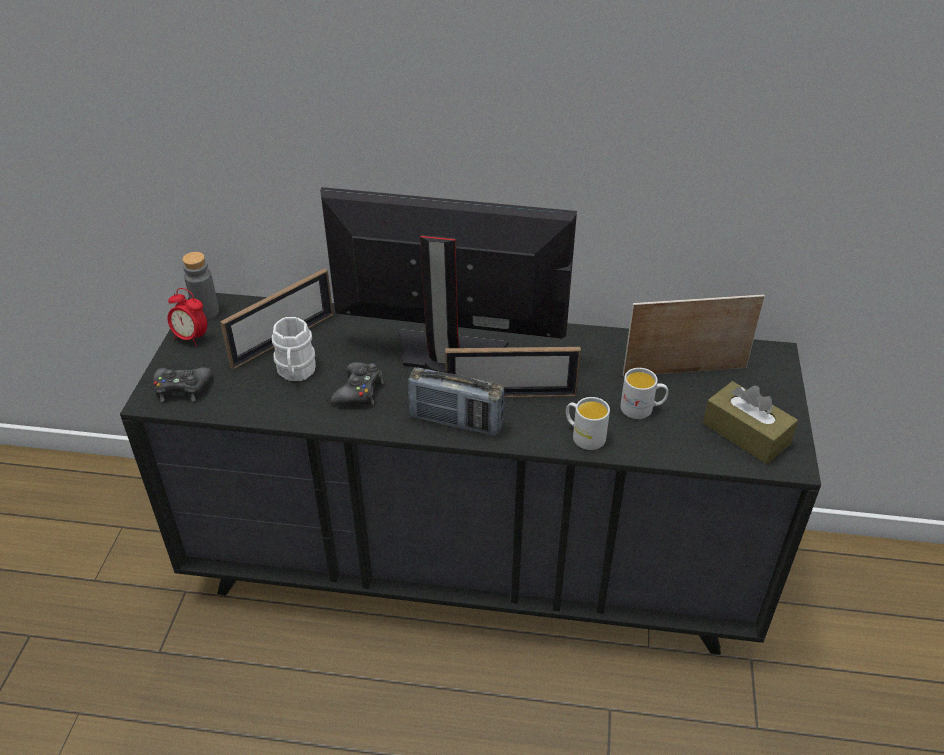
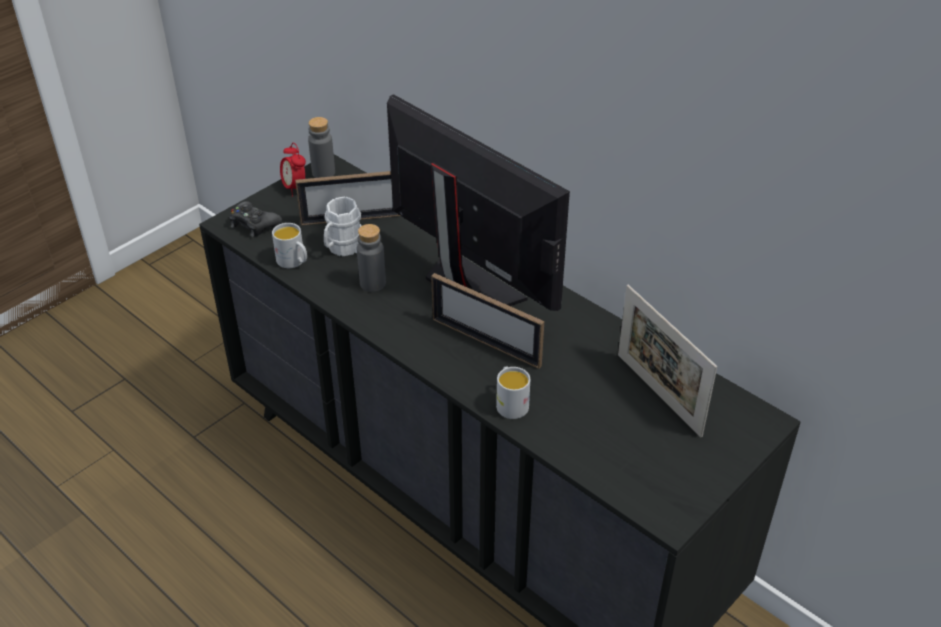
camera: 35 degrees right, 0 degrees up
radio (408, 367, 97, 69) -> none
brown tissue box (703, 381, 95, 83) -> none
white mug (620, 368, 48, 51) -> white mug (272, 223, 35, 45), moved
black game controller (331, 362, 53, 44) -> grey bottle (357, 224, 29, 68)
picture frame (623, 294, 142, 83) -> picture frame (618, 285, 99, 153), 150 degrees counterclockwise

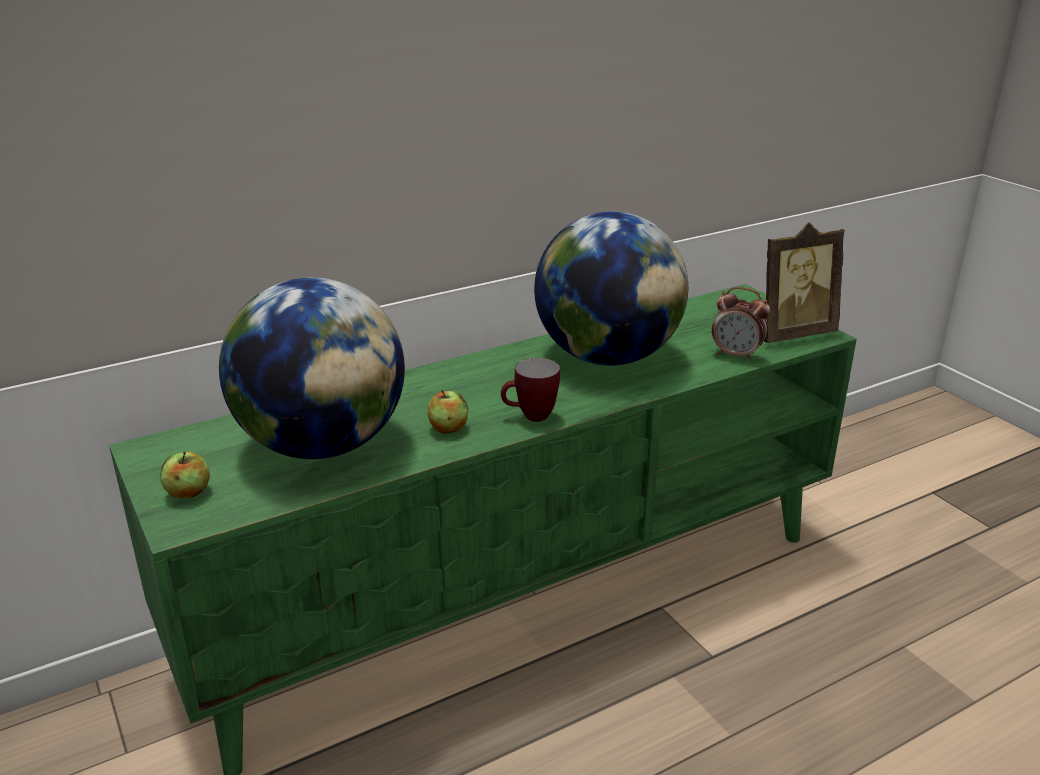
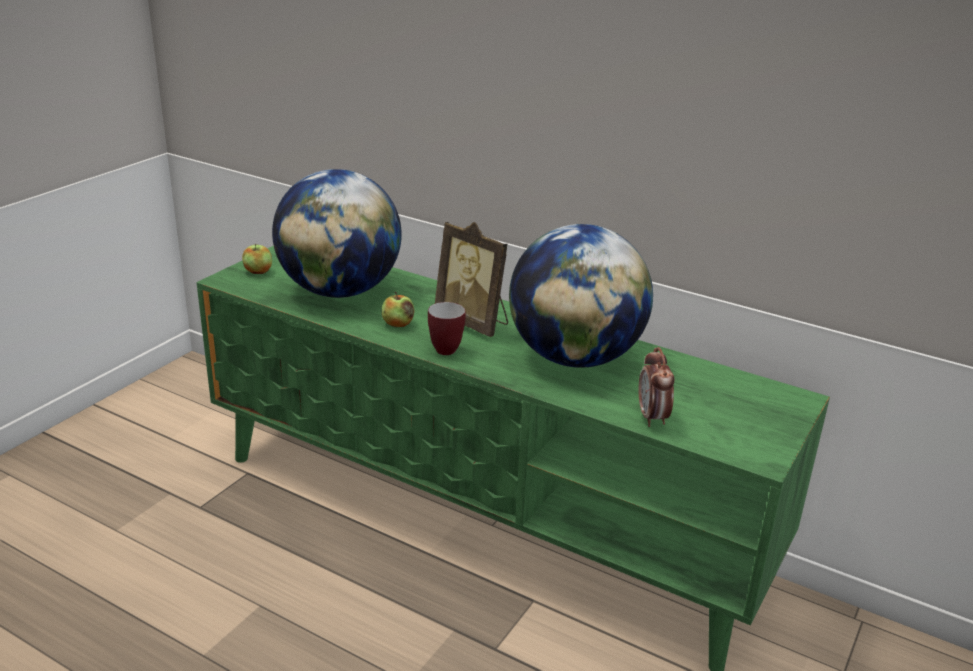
camera: 60 degrees right, 0 degrees up
picture frame (764, 223, 81, 120) -> picture frame (435, 222, 73, 115), moved

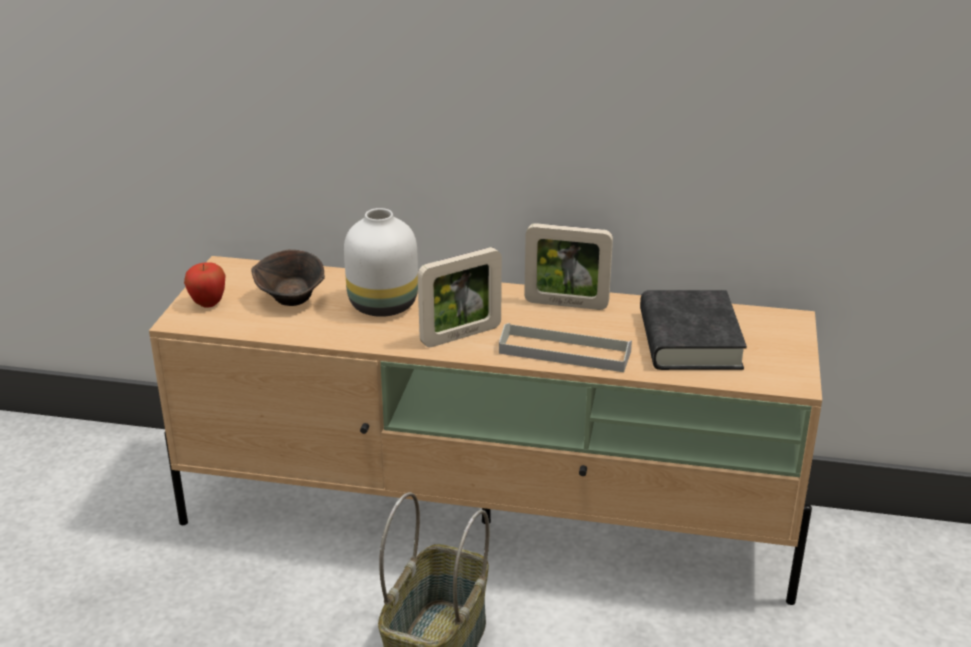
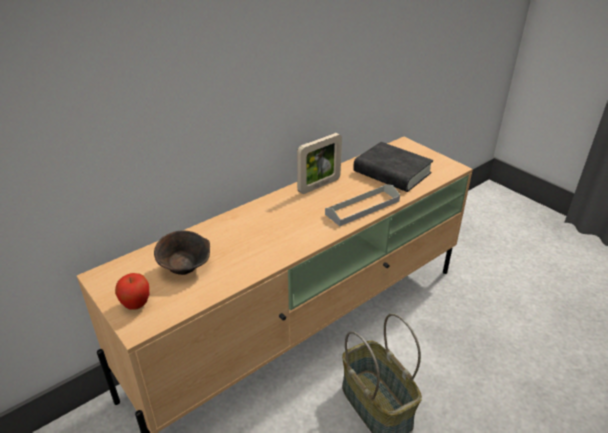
camera: 50 degrees left, 5 degrees up
white vase (344, 208, 74, 109) -> none
picture frame (418, 247, 84, 100) -> none

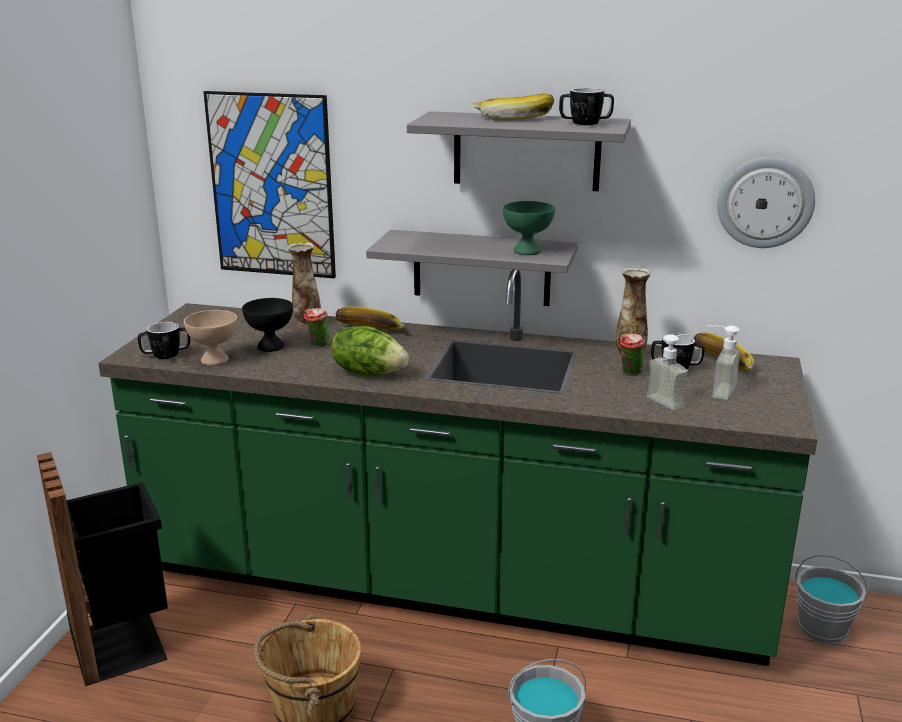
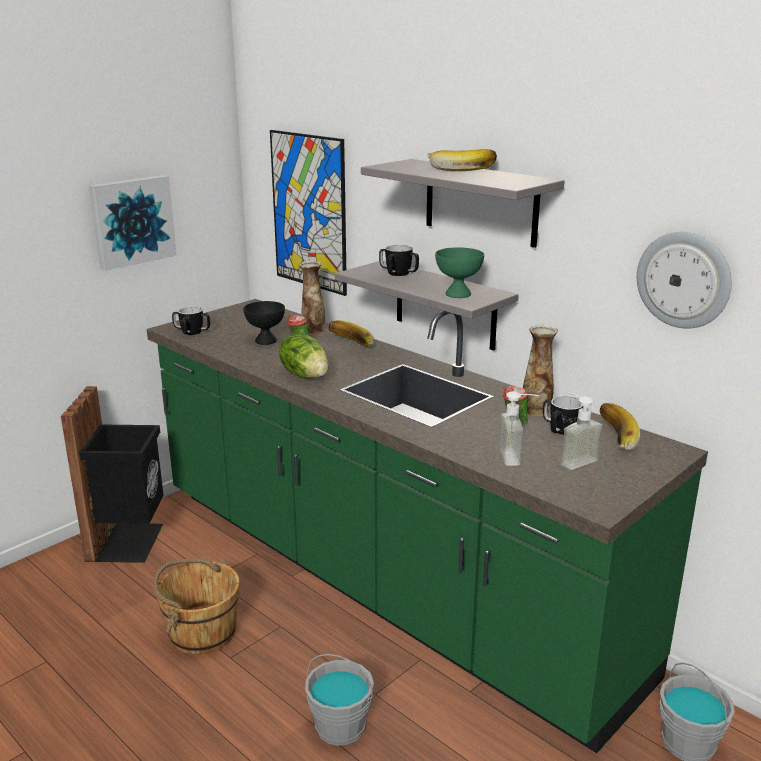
camera: 30 degrees right, 0 degrees up
beige bowl (184, 310, 53, 56) -> none
none -> picture (89, 175, 87, 96)
mug (559, 88, 55, 37) -> mug (379, 245, 40, 31), moved

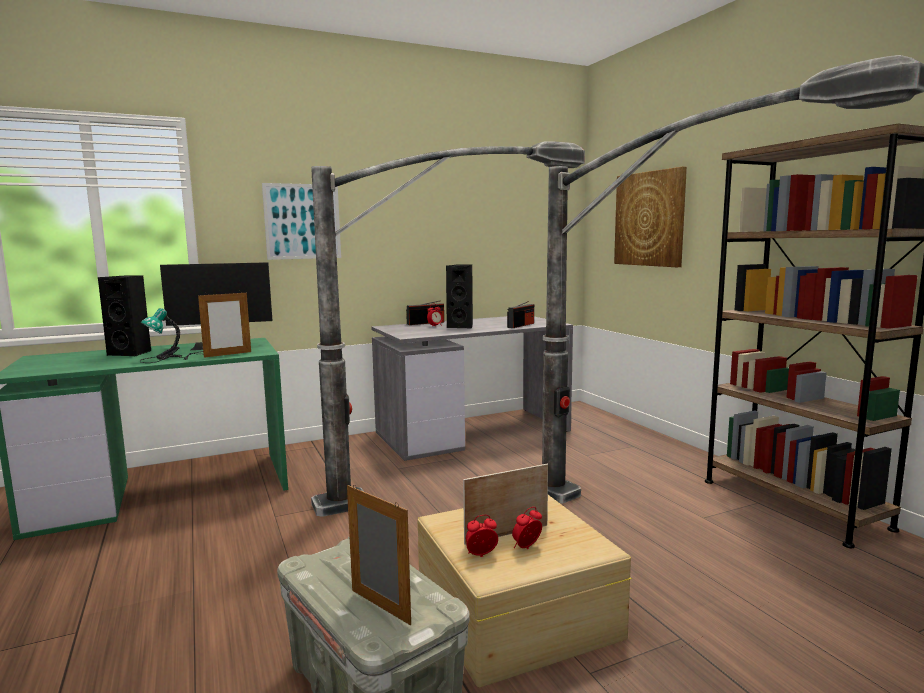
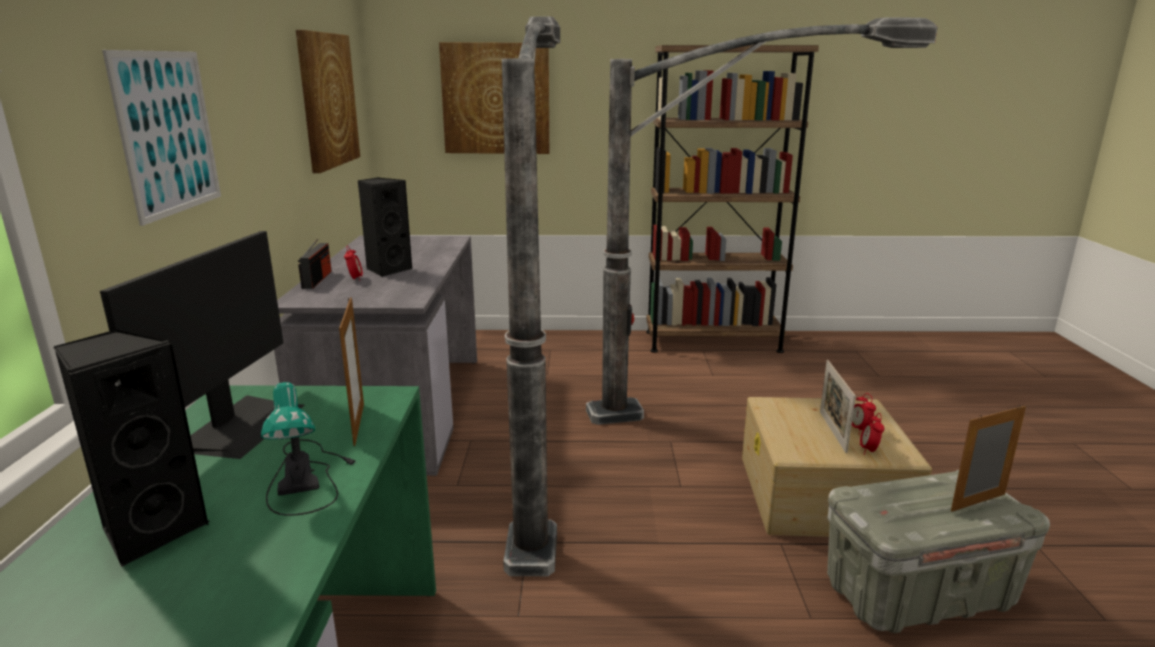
camera: 65 degrees left, 10 degrees up
radio (507, 301, 27, 27) -> none
none -> picture (296, 30, 64, 143)

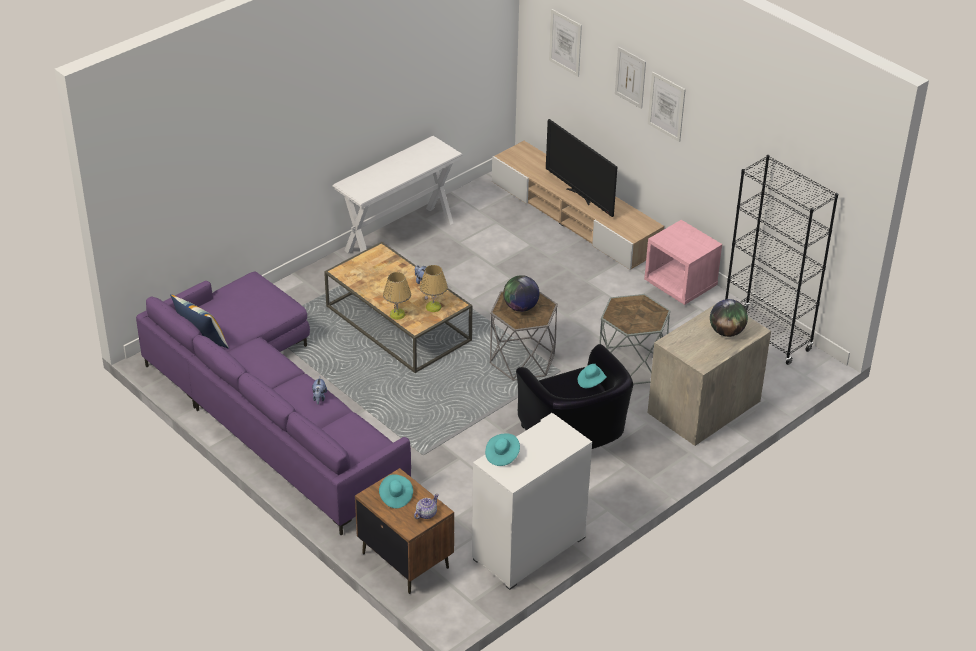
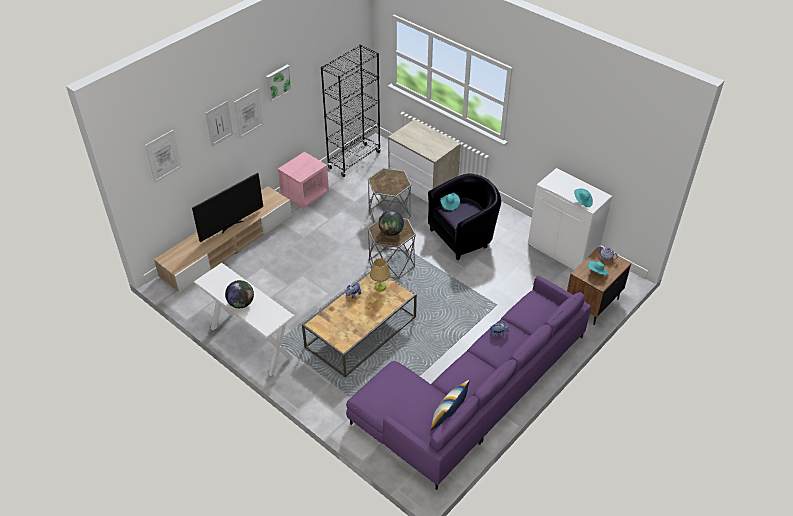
camera: 95 degrees left, 5 degrees up
table lamp (383, 272, 28, 48) -> none
none -> picture (266, 65, 26, 37)
globe (710, 299, 38, 38) -> globe (225, 280, 29, 28), moved

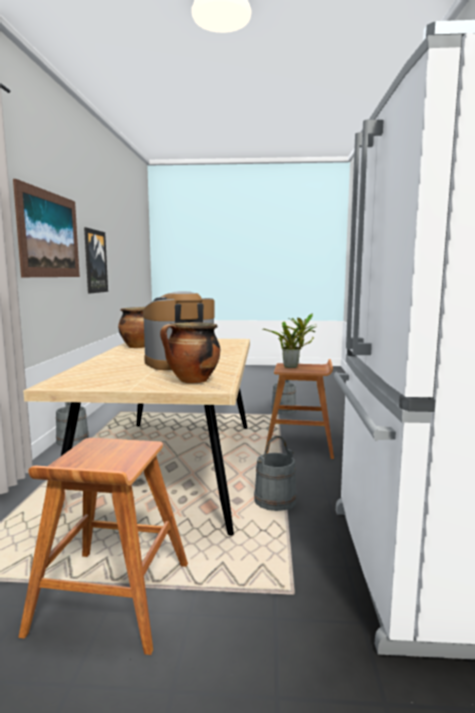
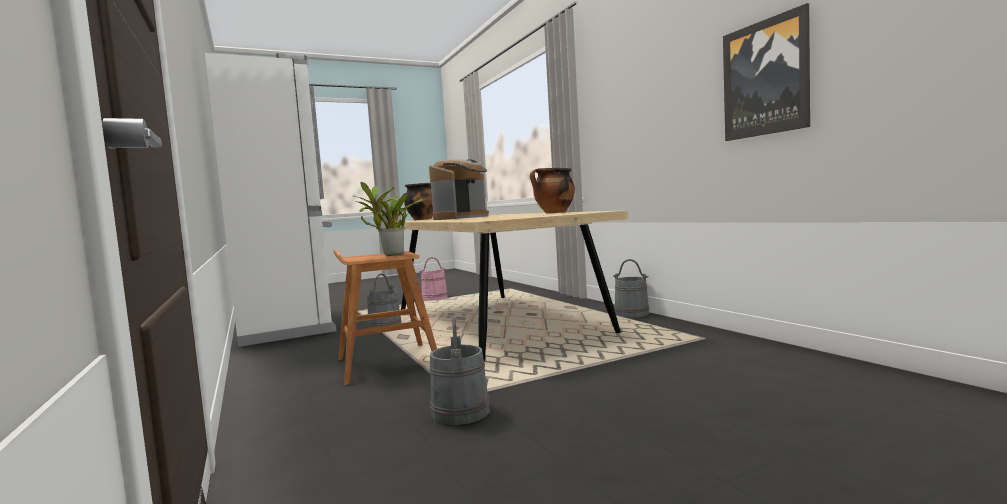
camera: 150 degrees right, 5 degrees down
picture (13, 179, 67, 98) -> none
brown stool (18, 438, 170, 217) -> pink bucket (419, 257, 29, 44)

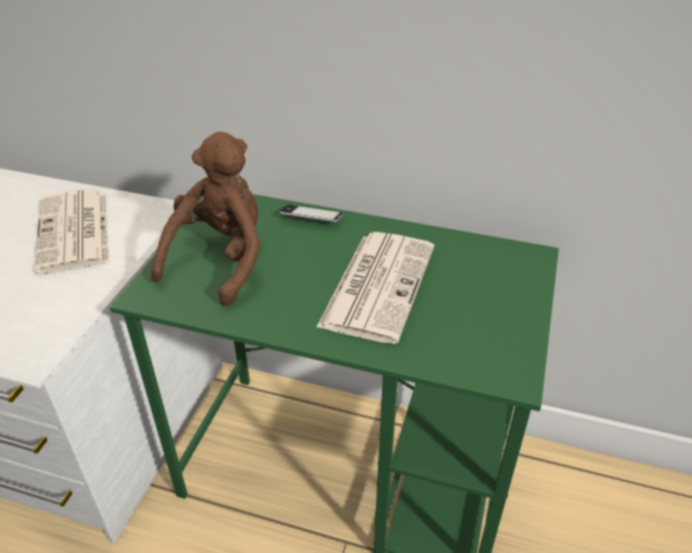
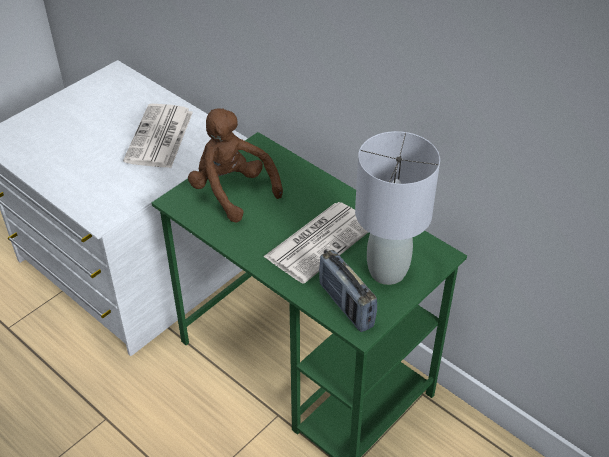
camera: 25 degrees right, 5 degrees up
phone (279, 205, 64, 17) -> none
none -> radio (319, 250, 58, 82)
none -> grey table lamp (355, 131, 85, 154)
brown plush toy (151, 132, 109, 174) -> brown plush toy (188, 108, 95, 114), 90 degrees counterclockwise

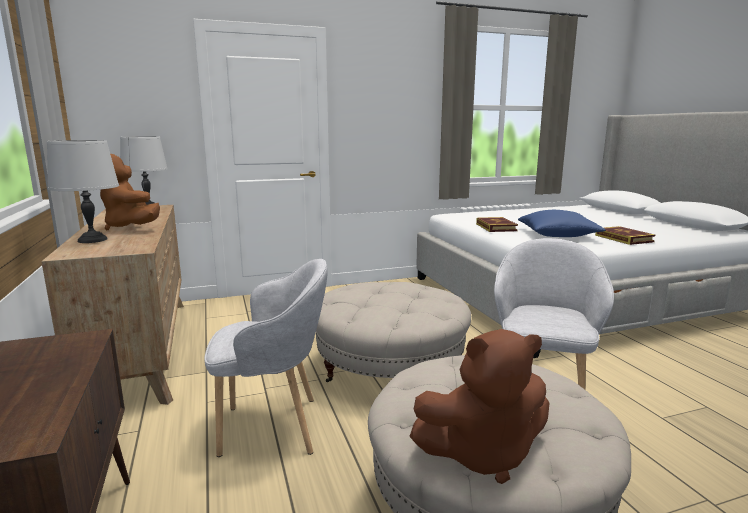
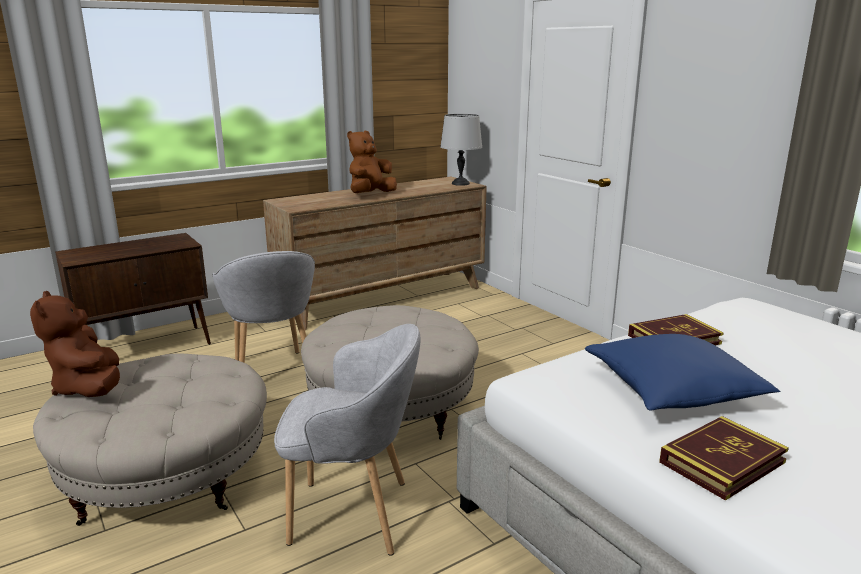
camera: 75 degrees right, 5 degrees up
grey table lamp (47, 140, 72, 103) -> none

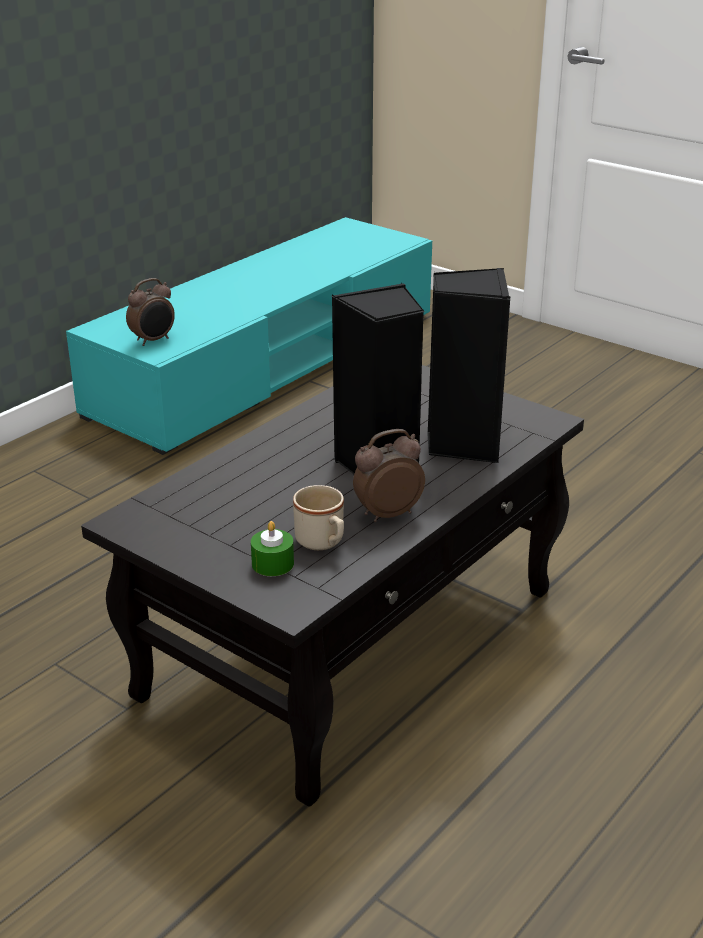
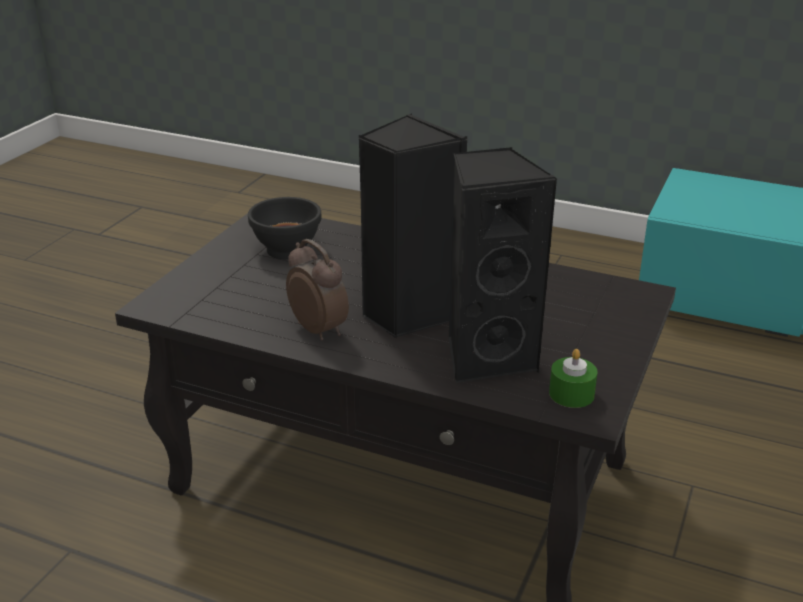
camera: 75 degrees right, 0 degrees up
alarm clock (126, 278, 49, 68) -> none
beige mug (293, 485, 51, 65) -> none
none -> black bowl (248, 197, 74, 62)
green candle (251, 521, 43, 55) -> green candle (549, 349, 49, 59), moved

